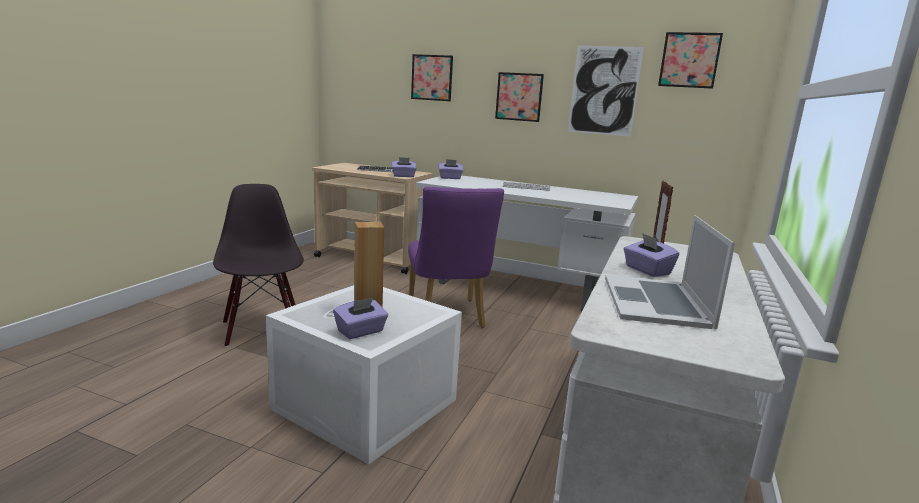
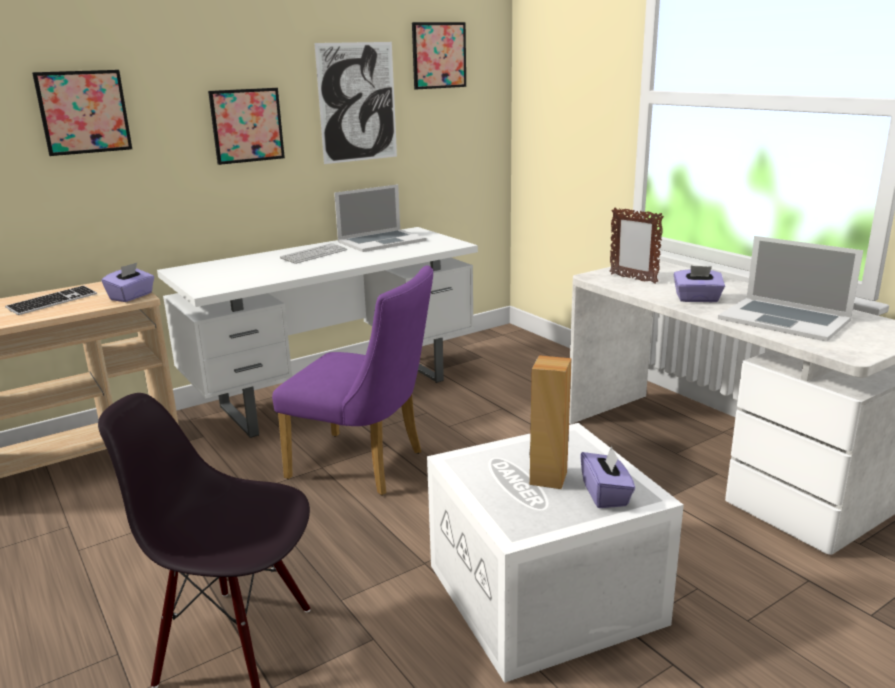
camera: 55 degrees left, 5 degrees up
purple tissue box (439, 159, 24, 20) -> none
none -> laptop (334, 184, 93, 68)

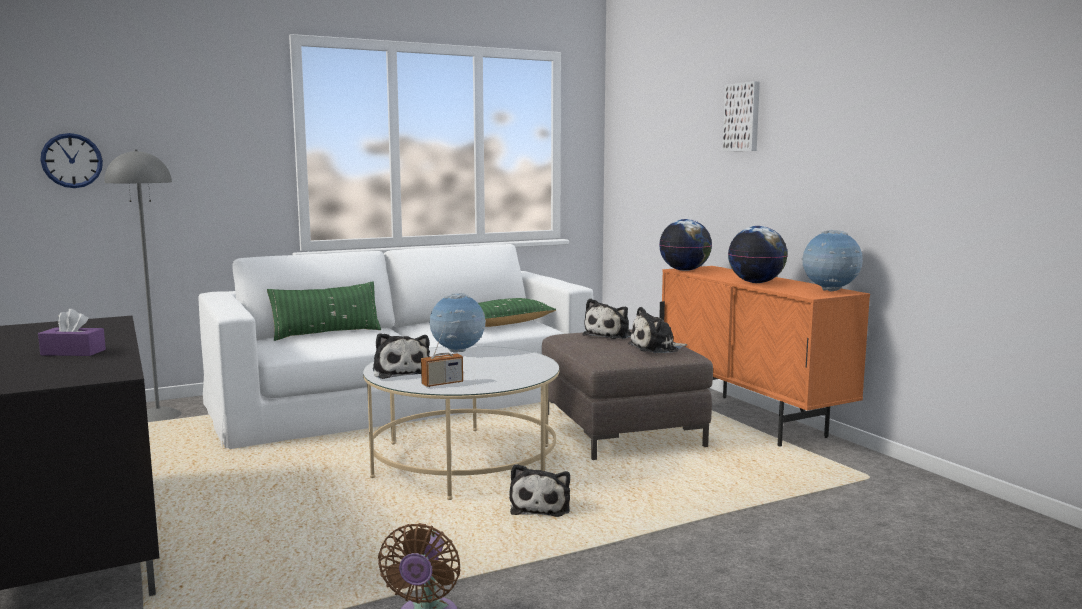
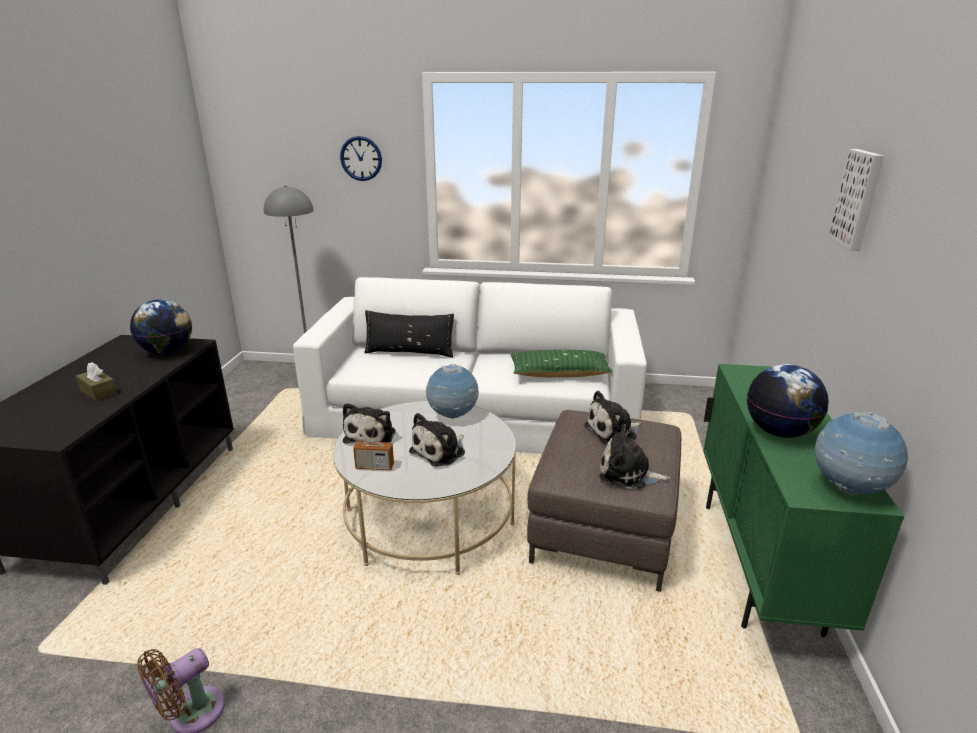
camera: 35 degrees right, 15 degrees up
wall clock (40, 133, 63, 55) -> wall clock (340, 136, 42, 45), moved
plush toy (509, 464, 61, 53) -> plush toy (409, 413, 56, 54), moved
globe (659, 219, 53, 52) -> globe (130, 299, 62, 55), moved
purple tissue box (38, 309, 68, 47) -> brown tissue box (76, 362, 41, 39)
green pillow (267, 281, 114, 60) -> black pillow (364, 310, 90, 48)
orange cabinet (659, 266, 211, 180) -> green cabinet (703, 364, 201, 273)

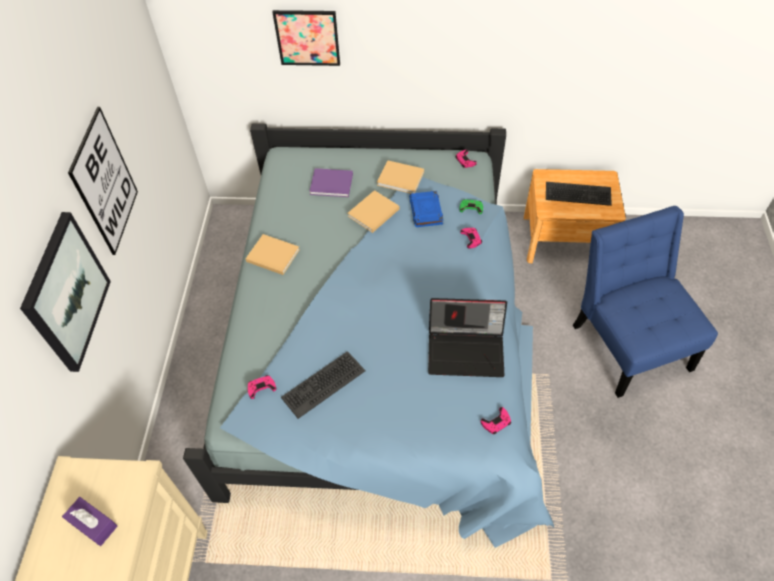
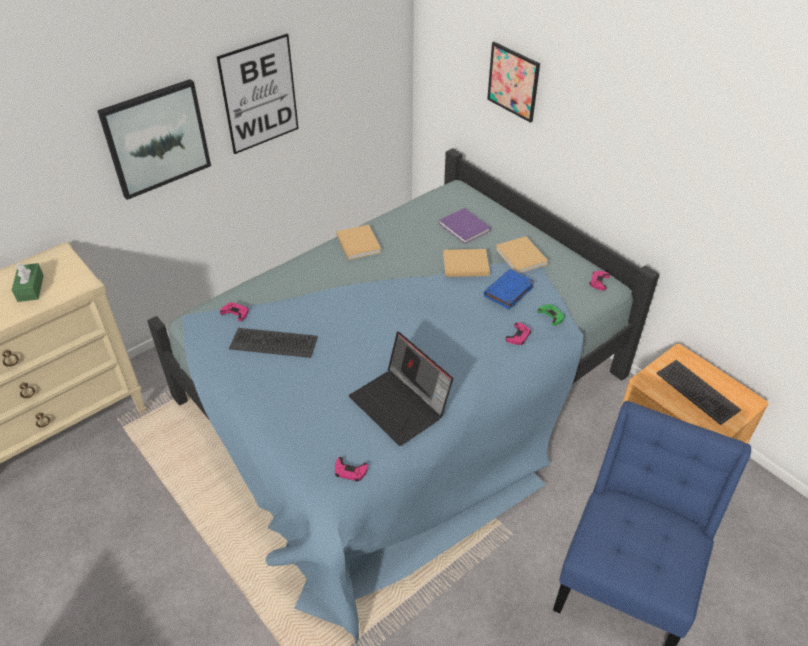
camera: 45 degrees right, 10 degrees down
purple tissue box (62, 497, 56, 49) -> green tissue box (12, 263, 32, 39)

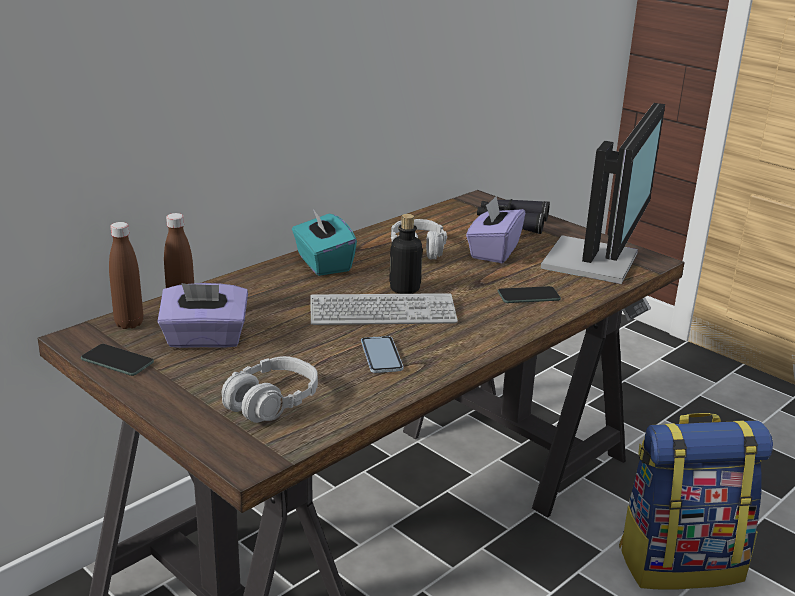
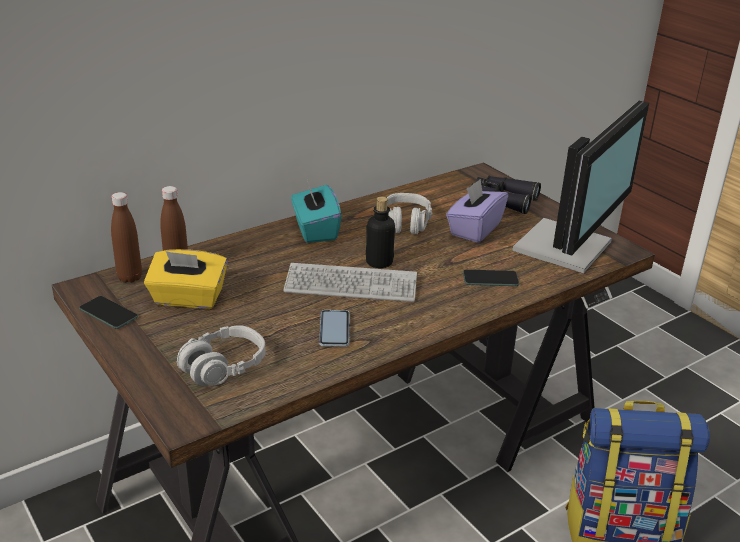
camera: 10 degrees right, 5 degrees up
purple tissue box (157, 283, 91, 65) -> yellow tissue box (144, 249, 83, 60)

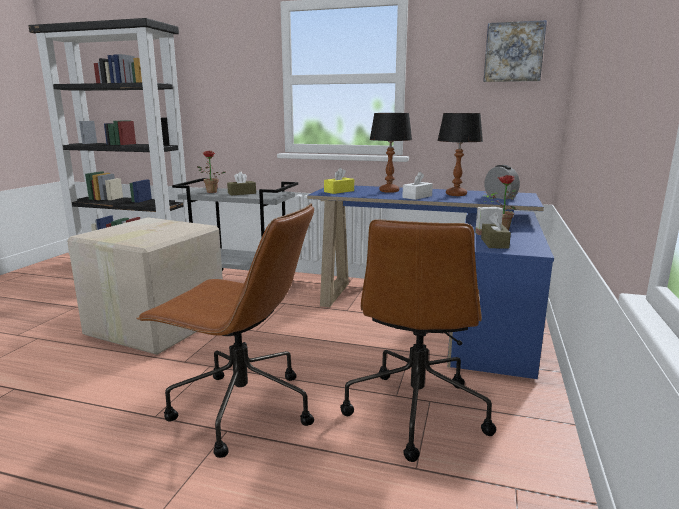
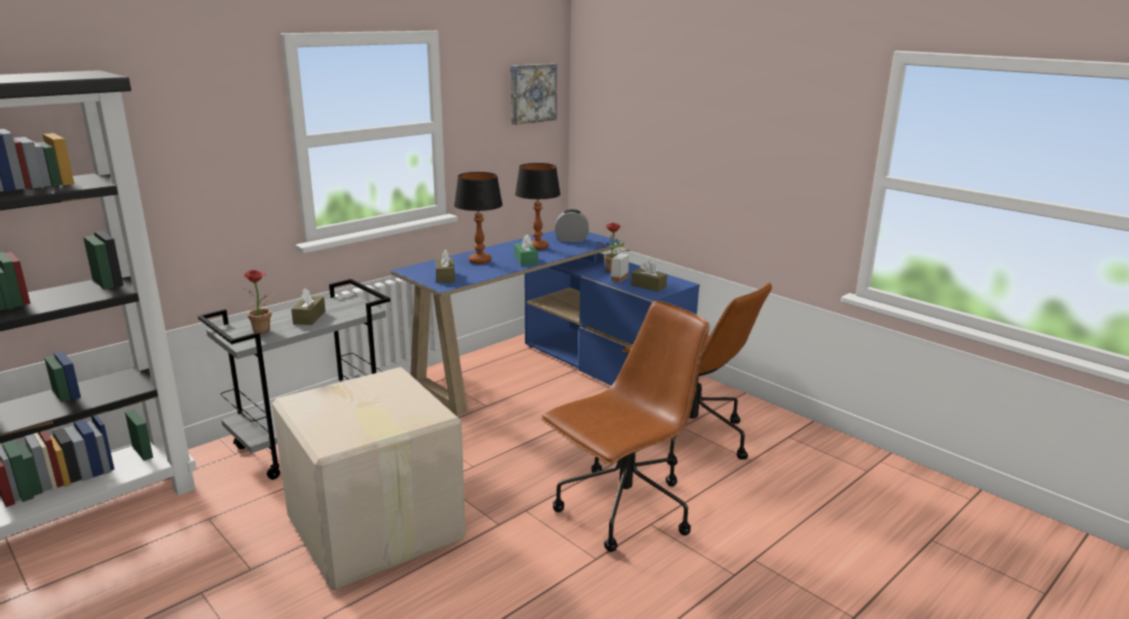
camera: 60 degrees left, 5 degrees up
yellow tissue box (324, 168, 30, 26) -> brown tissue box (436, 250, 19, 33)
white tissue box (402, 171, 31, 29) -> green tissue box (514, 235, 24, 31)

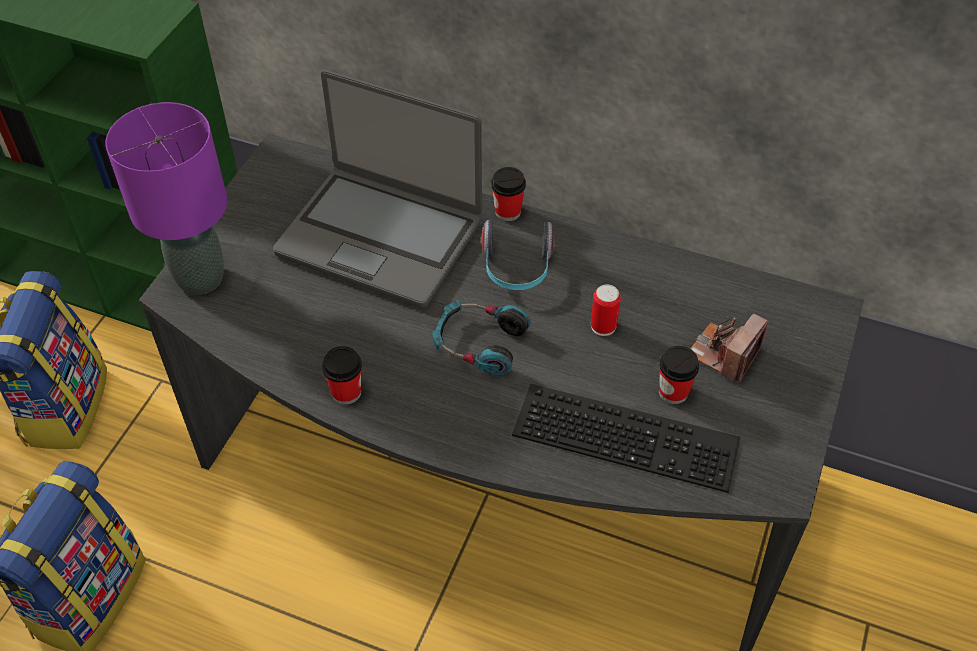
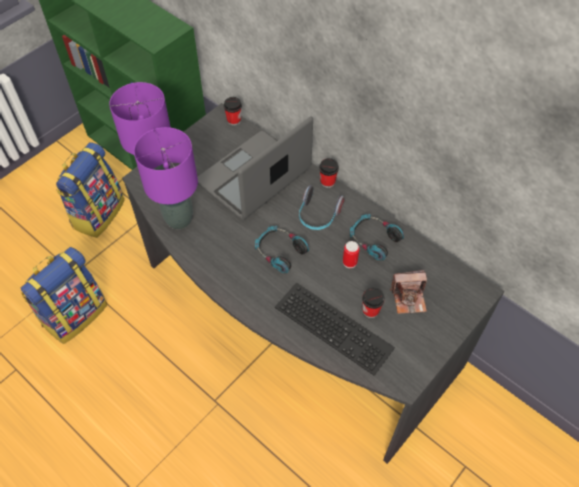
camera: 20 degrees right, 5 degrees up
none -> purple table lamp (134, 127, 64, 102)
none -> headphones (350, 214, 54, 47)
cup (322, 346, 40, 59) -> cup (224, 97, 18, 29), moved
laptop (273, 70, 209, 238) -> laptop (198, 116, 115, 104), 90 degrees clockwise
photo camera (691, 314, 78, 69) -> photo camera (390, 270, 37, 44), 150 degrees counterclockwise

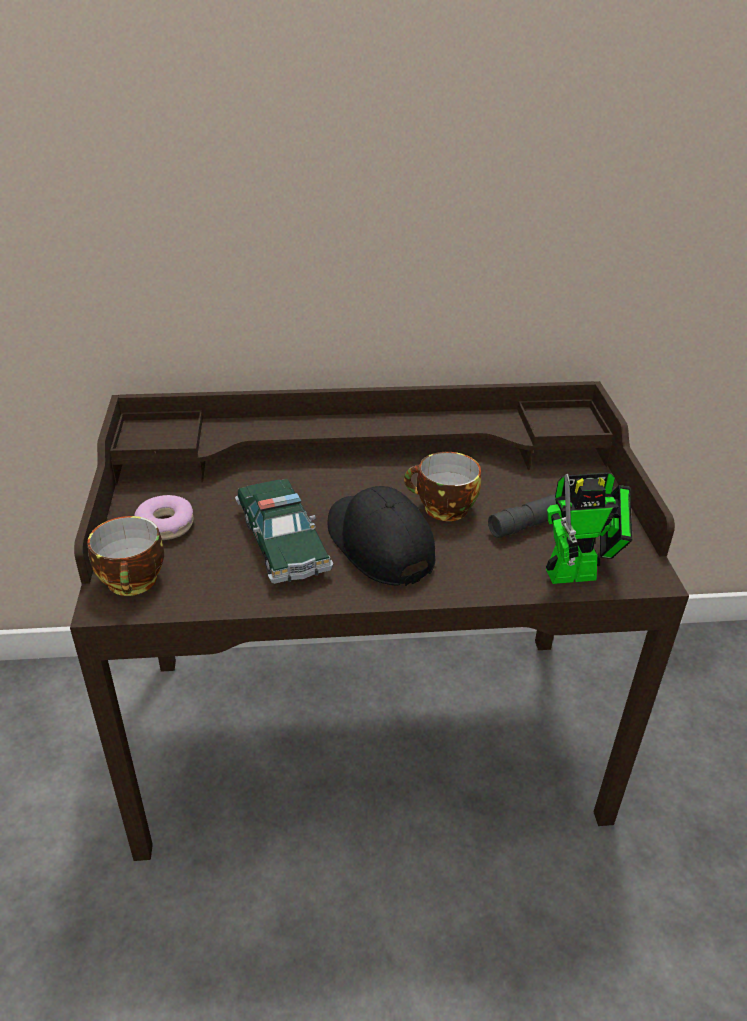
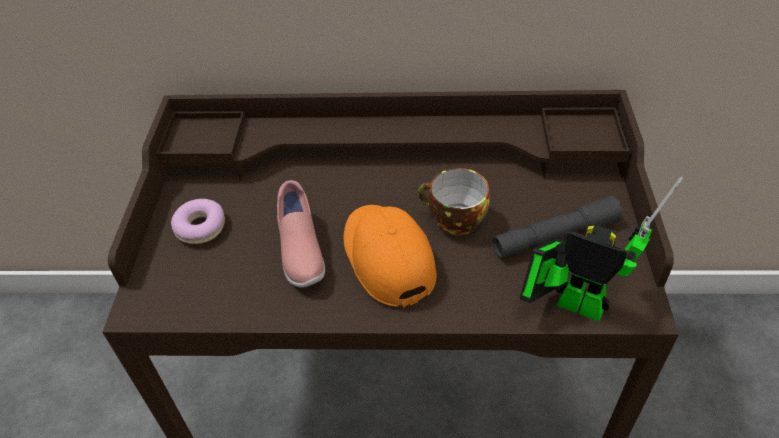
camera: 10 degrees right, 10 degrees up
cup (87, 516, 77, 80) -> none
toy car (235, 479, 99, 105) -> pink shoe (277, 180, 48, 108)
black cap (327, 486, 108, 100) -> orange cap (344, 205, 93, 103)
toy robot (546, 472, 86, 112) -> toy robot (520, 177, 163, 144), 150 degrees counterclockwise

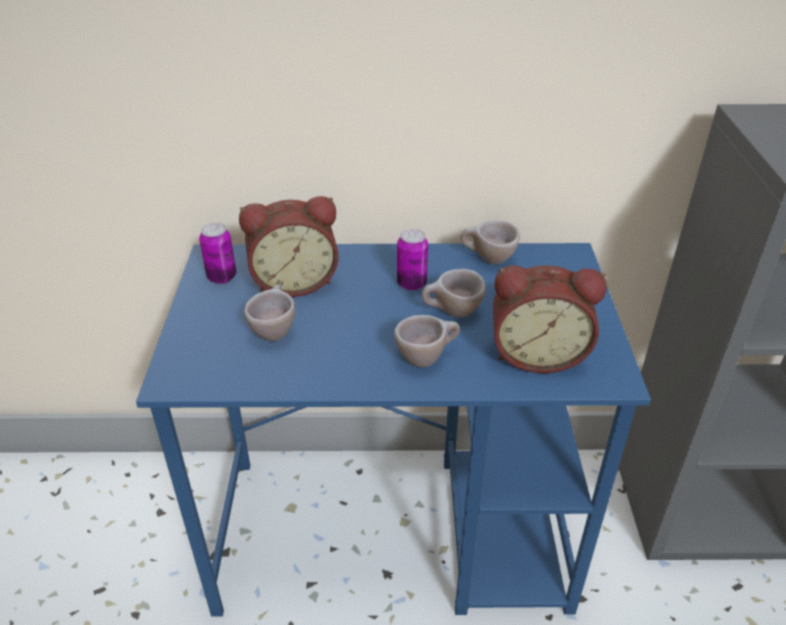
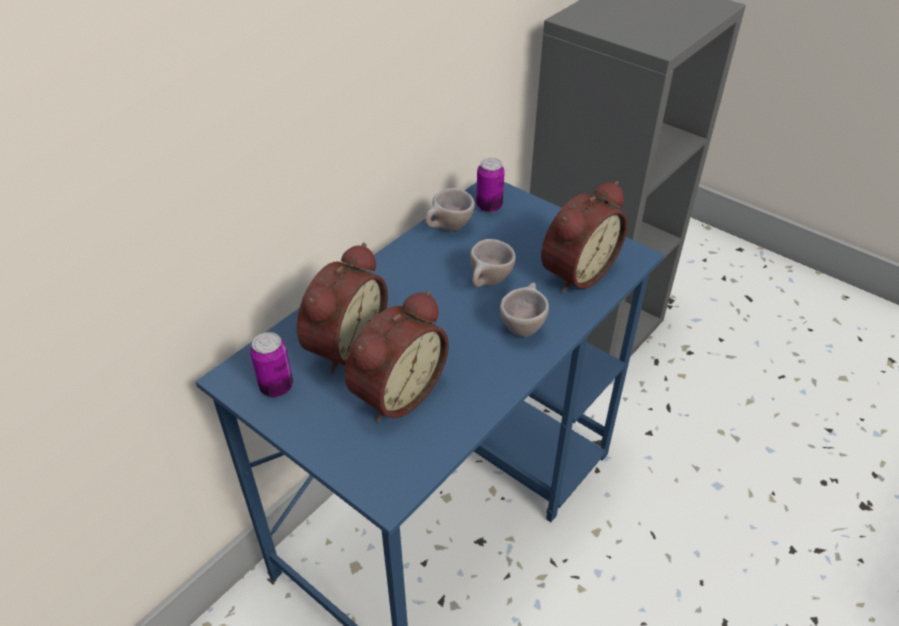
camera: 50 degrees left, 5 degrees up
can (397, 229, 31, 61) -> can (476, 158, 29, 54), moved
beige cup (244, 284, 51, 57) -> alarm clock (345, 291, 104, 132)

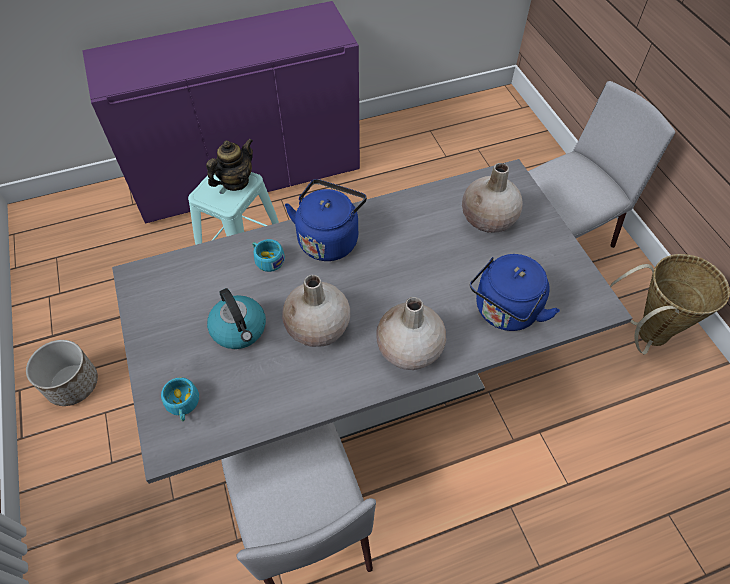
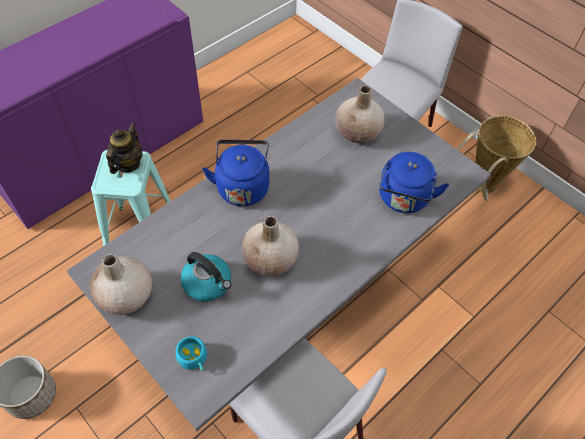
camera: 25 degrees left, 0 degrees up
turquoise cup (252, 239, 33, 33) -> none
beige vase (376, 297, 70, 73) -> beige vase (90, 254, 62, 61), moved

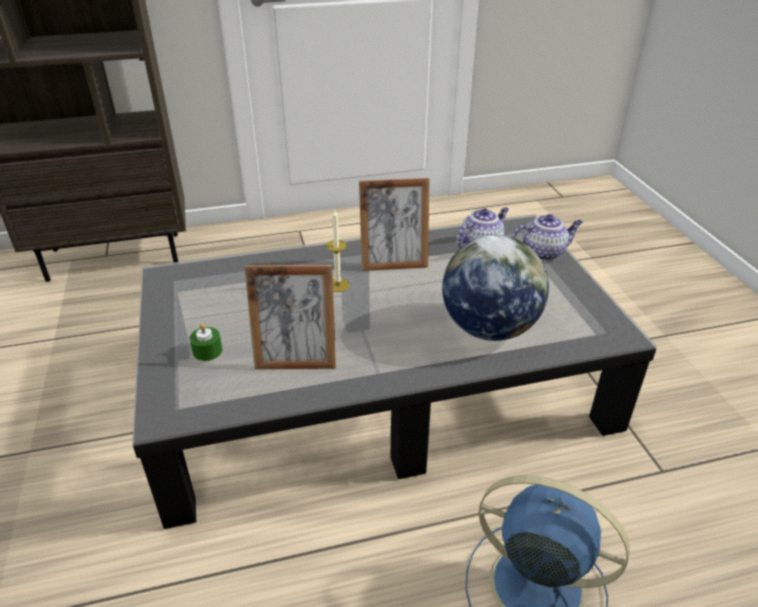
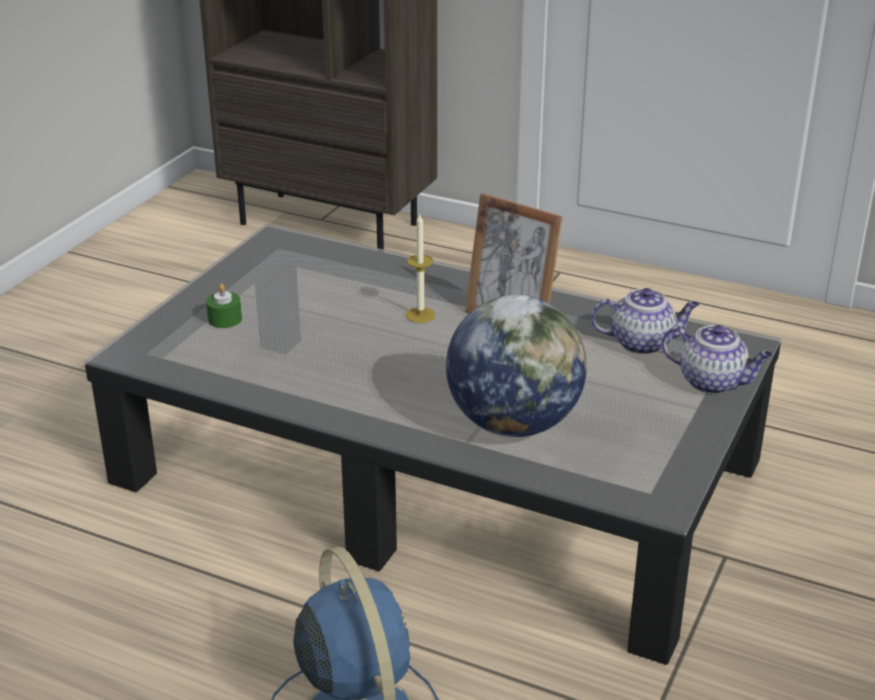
camera: 40 degrees right, 5 degrees down
picture frame (245, 265, 91, 104) -> none

